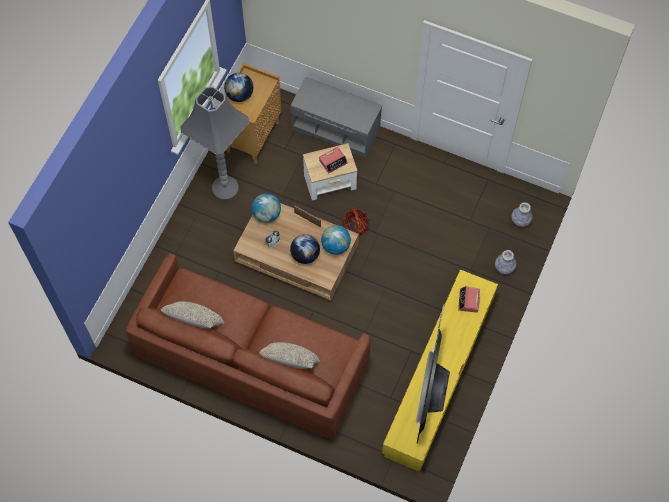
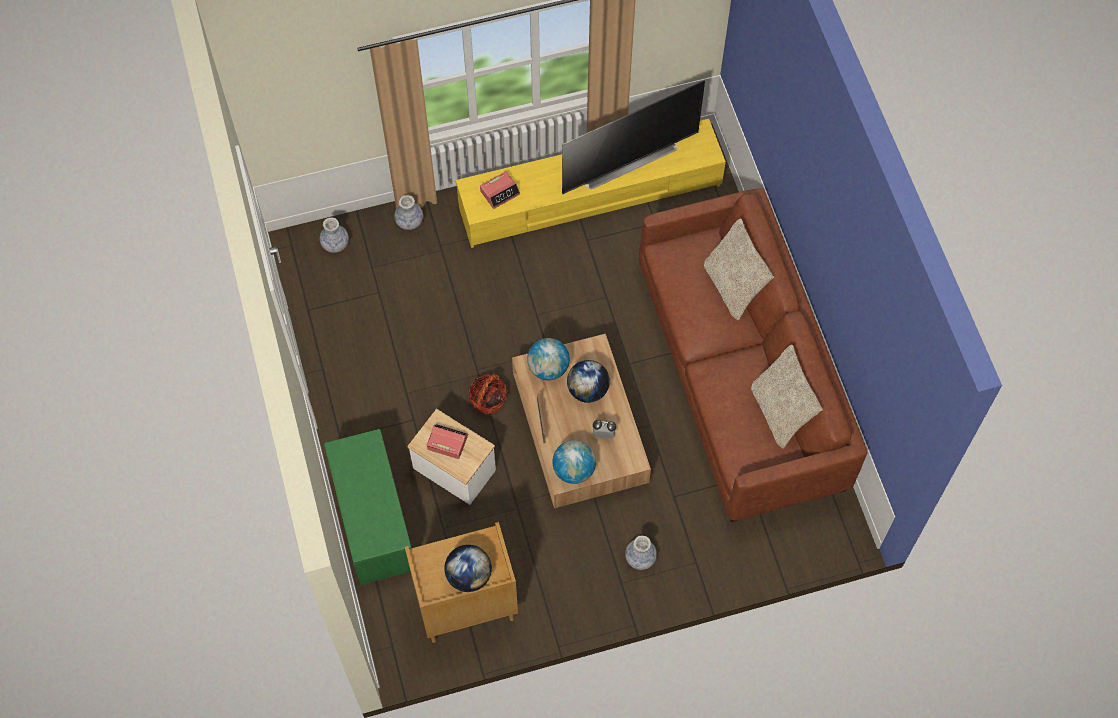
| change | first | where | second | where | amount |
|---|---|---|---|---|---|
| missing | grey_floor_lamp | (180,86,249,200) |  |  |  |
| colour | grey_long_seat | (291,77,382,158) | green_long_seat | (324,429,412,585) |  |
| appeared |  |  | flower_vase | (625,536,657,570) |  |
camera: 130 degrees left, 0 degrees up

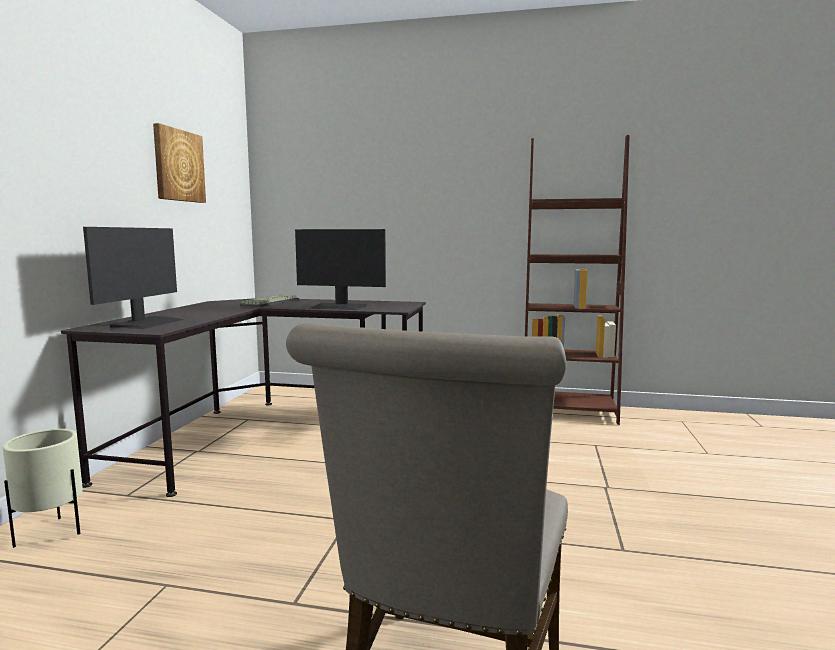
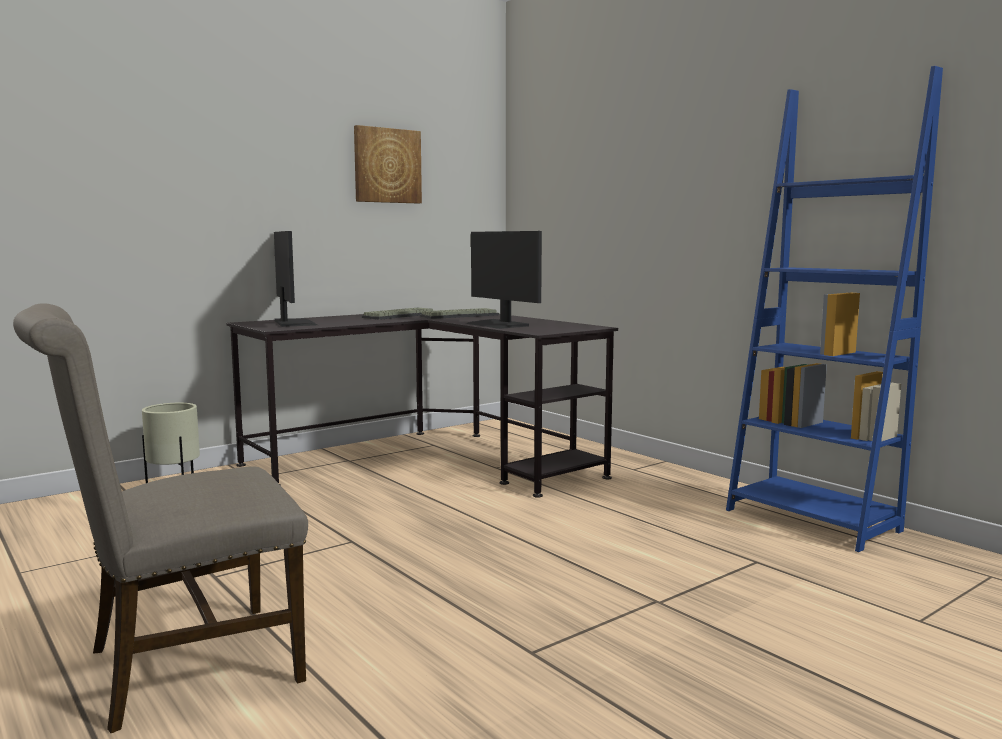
| change | first | where | second | where | amount |
|---|---|---|---|---|---|
| spun | monitor | (83,227,184,329) |  | (274,231,317,327) | 75 degrees counterclockwise |
| colour | brownish_bookshelf | (525,135,630,425) | blue_bookshelf | (726,66,943,552) |  |
| appeared |  |  | keyboard | (362,308,433,320) |  |
camera: 40 degrees right, 0 degrees up

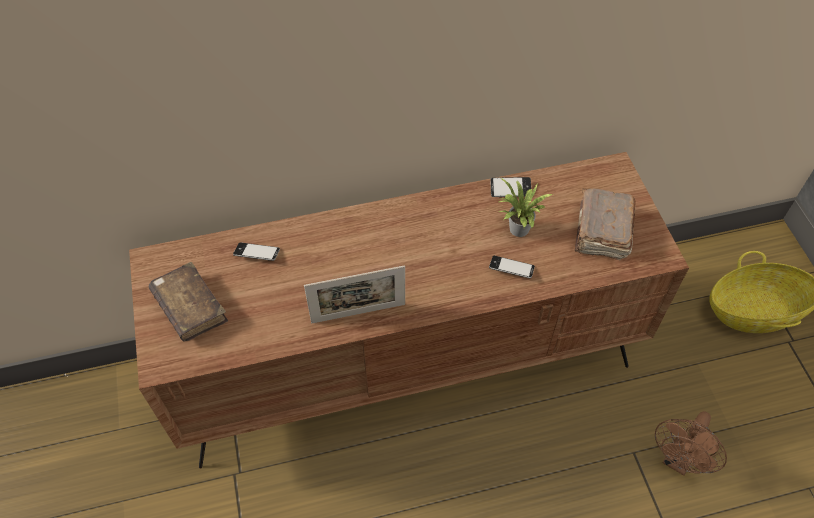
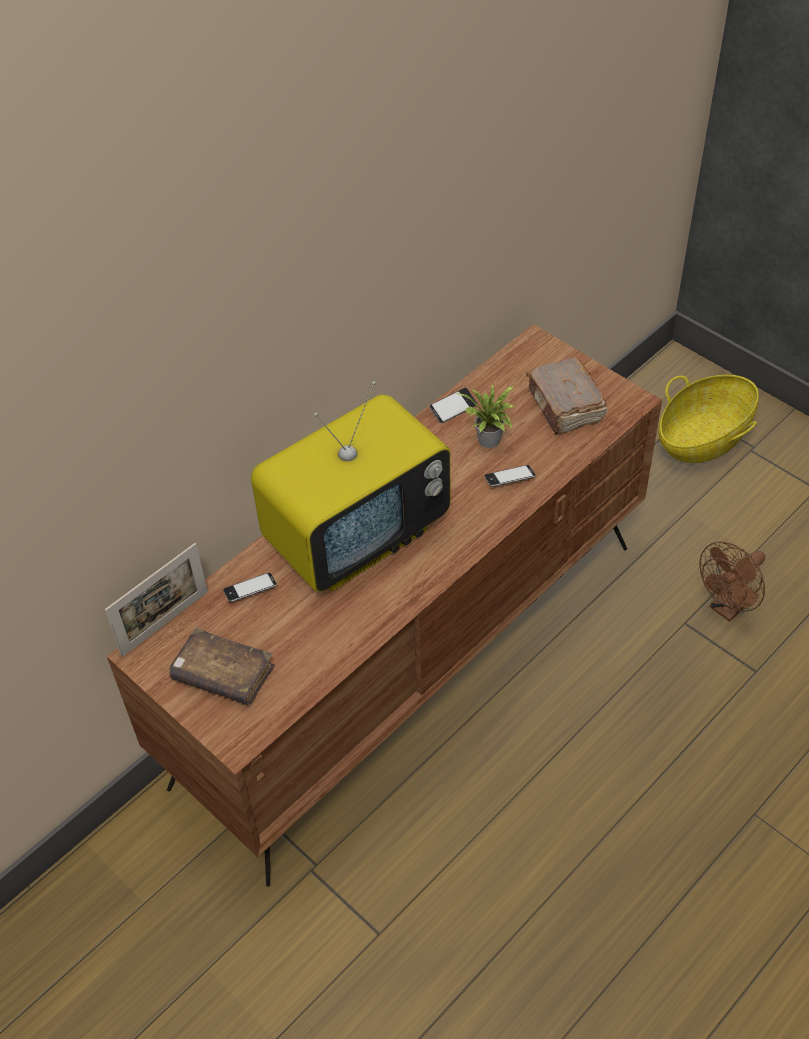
| change | first | where | second | where | amount |
|---|---|---|---|---|---|
| relocated | picture_frame | (304,266,405,323) |  | (105,543,208,657) |  |
| spun | brownish_fan | (655,411,727,476) |  | (700,541,765,622) | 45 degrees clockwise |
| appeared |  |  | television | (251,381,450,592) |  |
camera: 30 degrees left, 5 degrees down

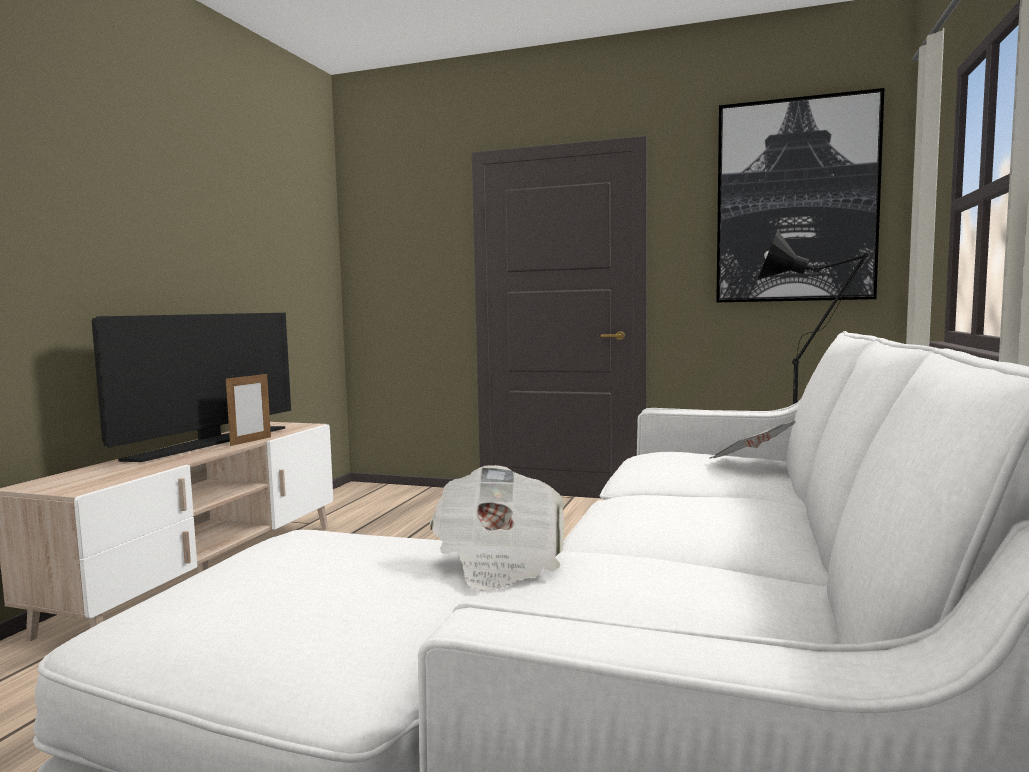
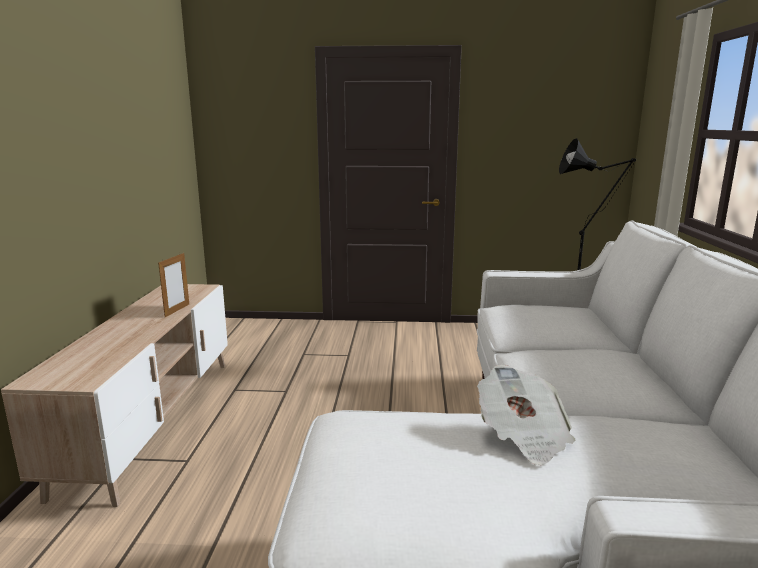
| change | first | where | second | where | amount |
|---|---|---|---|---|---|
| missing | television | (92,313,291,462) |  |  |  |
| missing | printed_paper | (709,420,795,459) |  |  |  |
| missing | wall_art | (716,88,885,302) |  |  |  |
camera: 15 degrees left, 10 degrees up

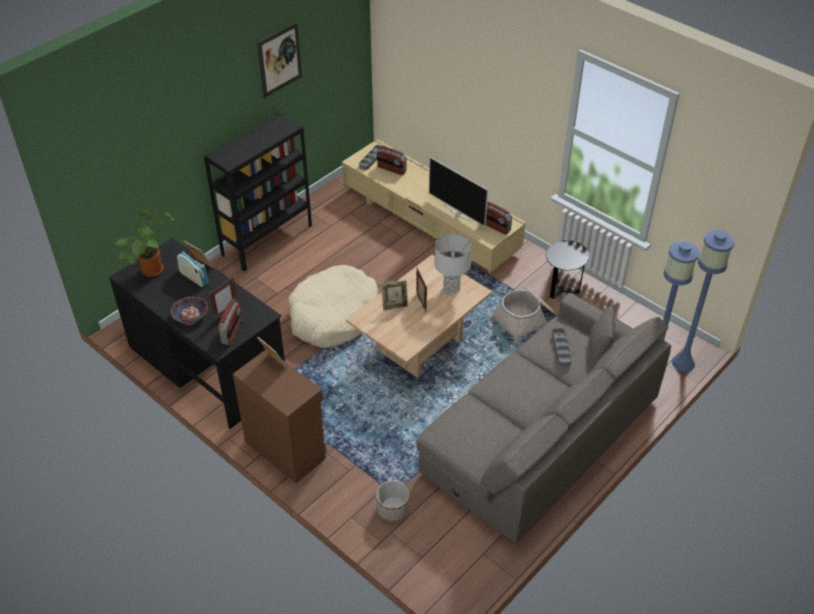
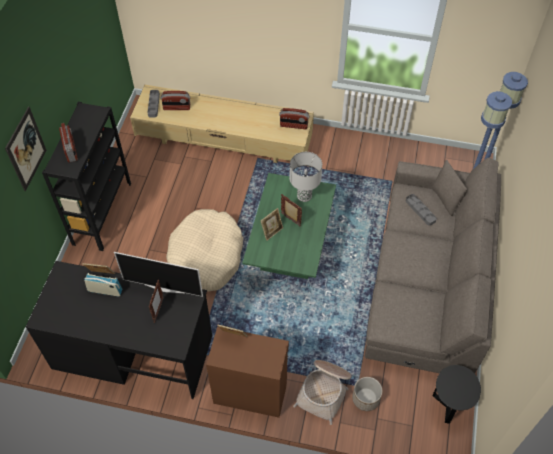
| change | first | where | second | where | amount |
|---|---|---|---|---|---|
| missing | plant_in_a_pot | (115,210,174,277) |  |  |  |
| missing | serving_bowl | (171,297,208,325) |  |  |  |
| relocated | radio | (218,299,243,345) |  | (59,123,78,163) |  |
| relocated | wall_art | (257,22,302,98) |  | (5,107,47,191) |  |
| colour | beige-coloured_coffee_table | (346,255,492,378) | green_coffee_table | (242,173,336,279) |  |
| relocated | television | (429,157,488,227) |  | (114,252,203,297) |  |
| relocated | storage_basket | (490,287,556,343) |  | (293,360,352,425) |  |
| relocated | black_accent_table | (545,240,589,299) |  | (433,365,481,424) |  |
camera: 30 degrees left, 10 degrees up

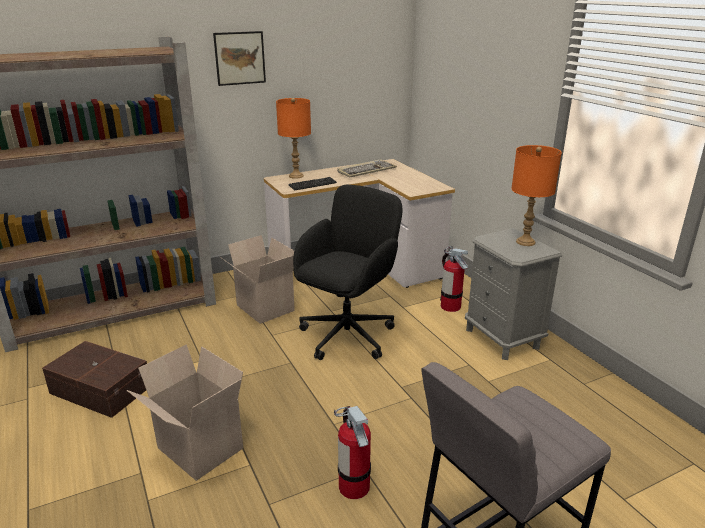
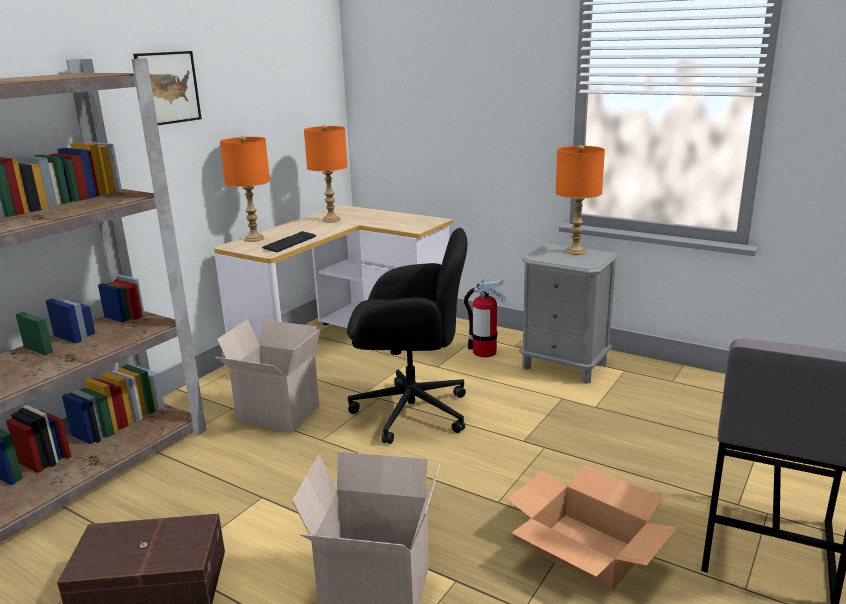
| change | first | where | second | where | amount |
|---|---|---|---|---|---|
| spun | black_desk_chair | (293,185,402,360) |  | (347,228,467,444) | 90 degrees clockwise |
| exchanged | extinguisher | (334,406,371,499) | carton | (507,464,678,591) |  |
| exchanged | keyboard | (337,160,397,177) | orange_lamp_for_a_table | (304,125,348,223) |  |
camera: 30 degrees left, 5 degrees down

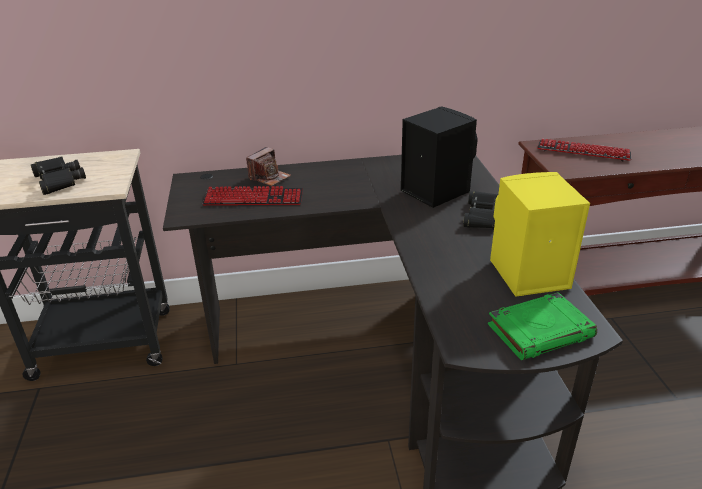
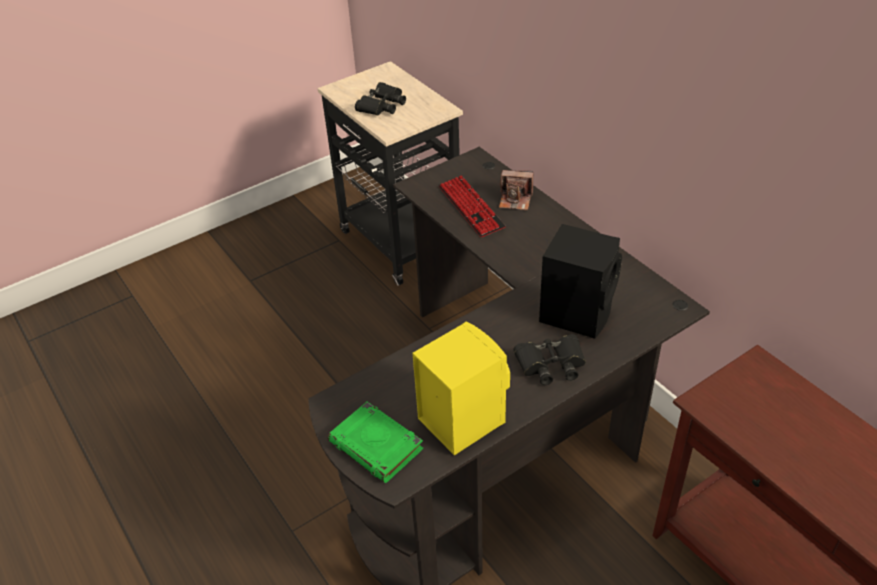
| change | first | where | second | where | amount |
|---|---|---|---|---|---|
| missing | keyboard | (537,139,631,162) |  |  |  |
camera: 65 degrees right, 10 degrees up

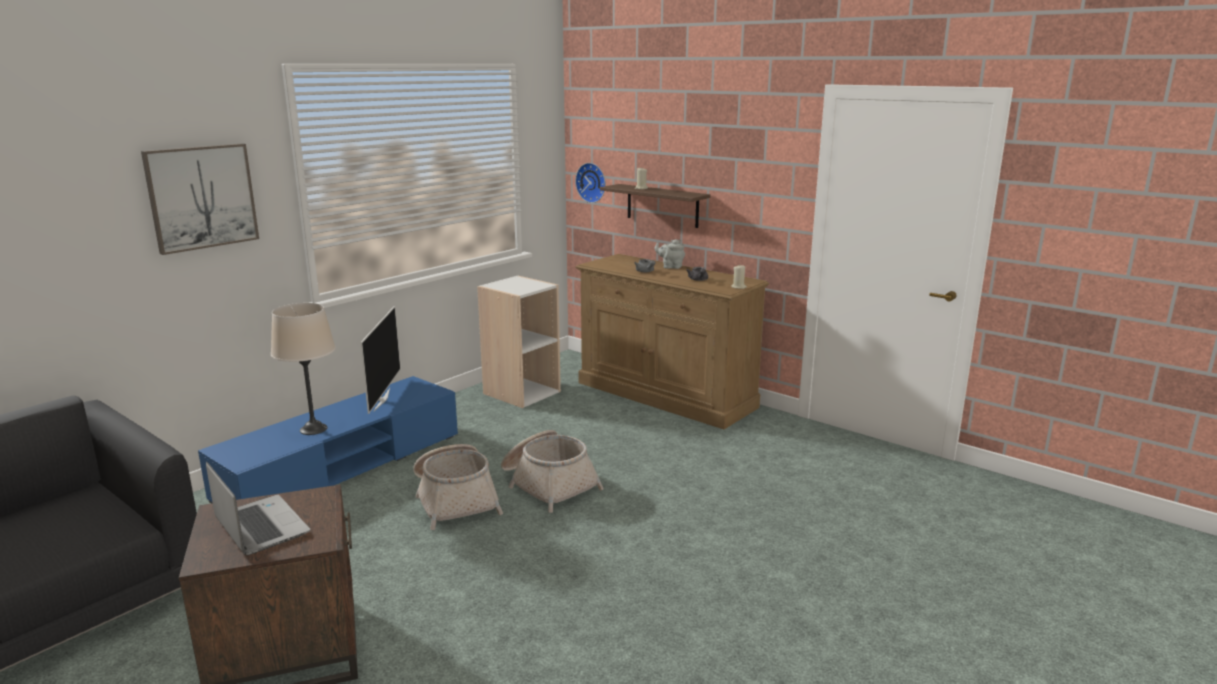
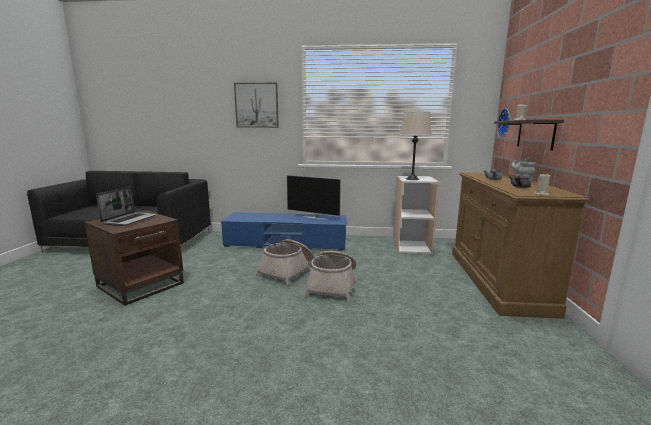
| change | first | where | second | where | amount |
|---|---|---|---|---|---|
| relocated | beige-coloured_lamp_for_a_table | (271,303,336,435) |  | (400,112,432,180) |  |
| spun | television | (360,306,401,414) |  | (286,175,341,220) | 60 degrees clockwise |
camera: 55 degrees right, 5 degrees down

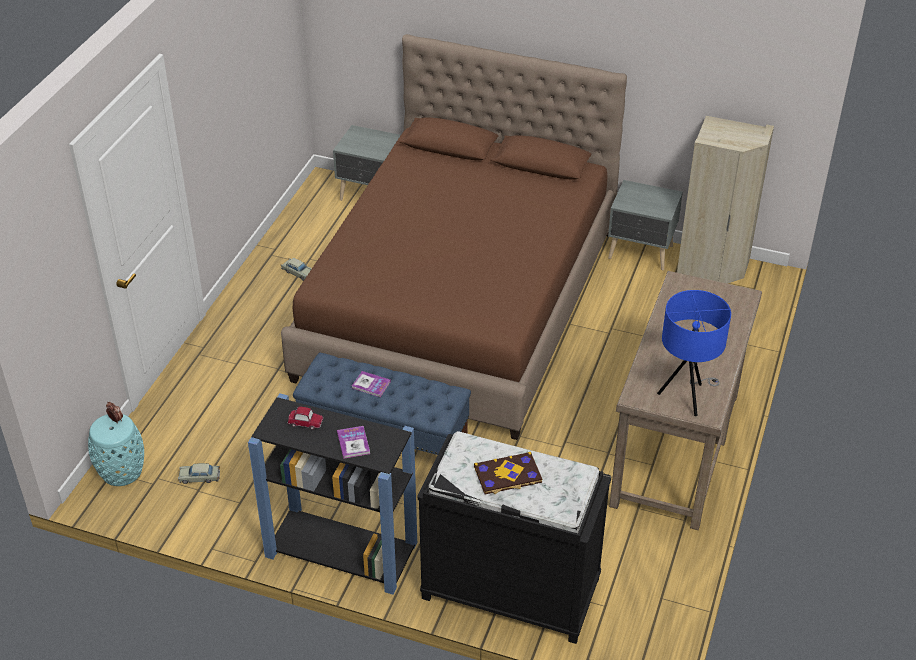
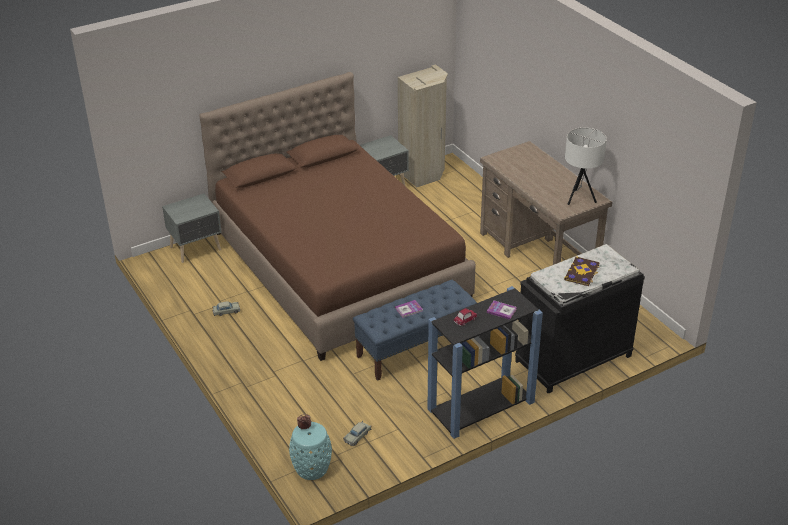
| change | first | where | second | where | amount |
|---|---|---|---|---|---|
| colour | blue_lamp_for_a_table | (657,290,731,416) | white_lamp_for_a_table | (565,127,607,205) |  |
camera: 50 degrees left, 5 degrees down

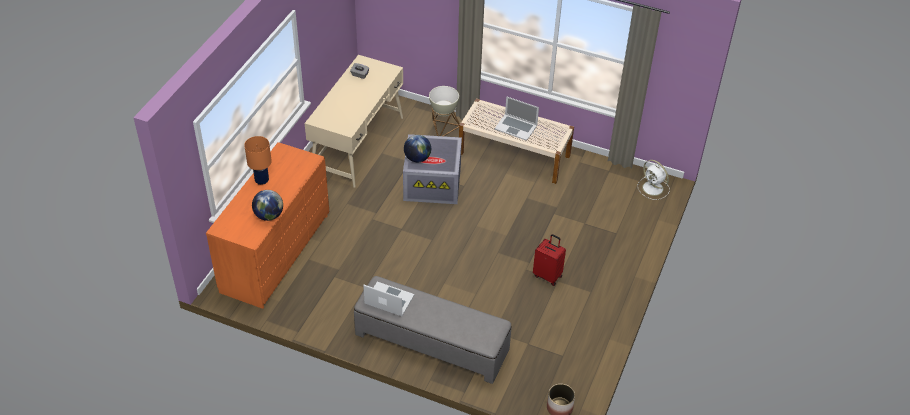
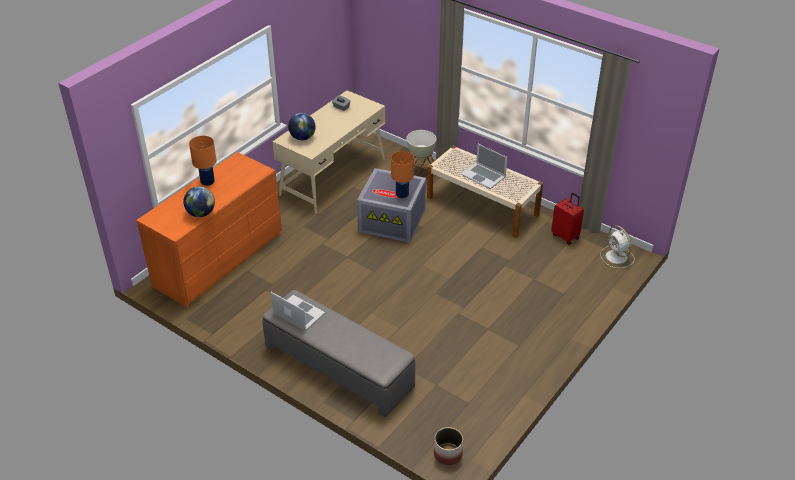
| change | first | where | second | where | amount |
|---|---|---|---|---|---|
| relocated | desk_globe | (404,135,431,162) |  | (288,113,316,140) |  |
| relocated | red-coloured_travel_case | (533,234,566,286) |  | (551,193,584,245) |  |
| appeared |  |  | orange_lamp_for_a_table | (391,151,414,198) |  |
camera: 15 degrees right, 5 degrees down

